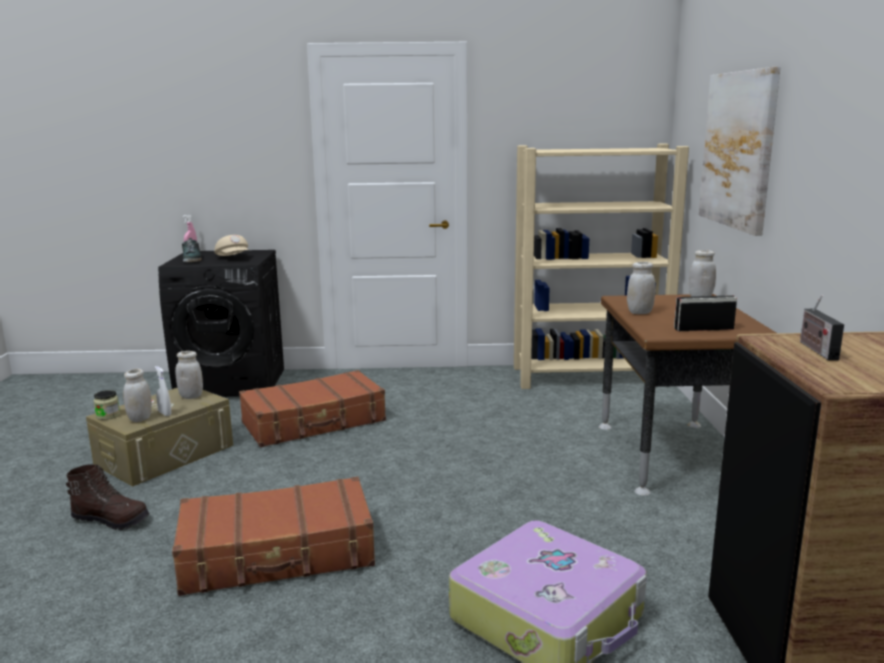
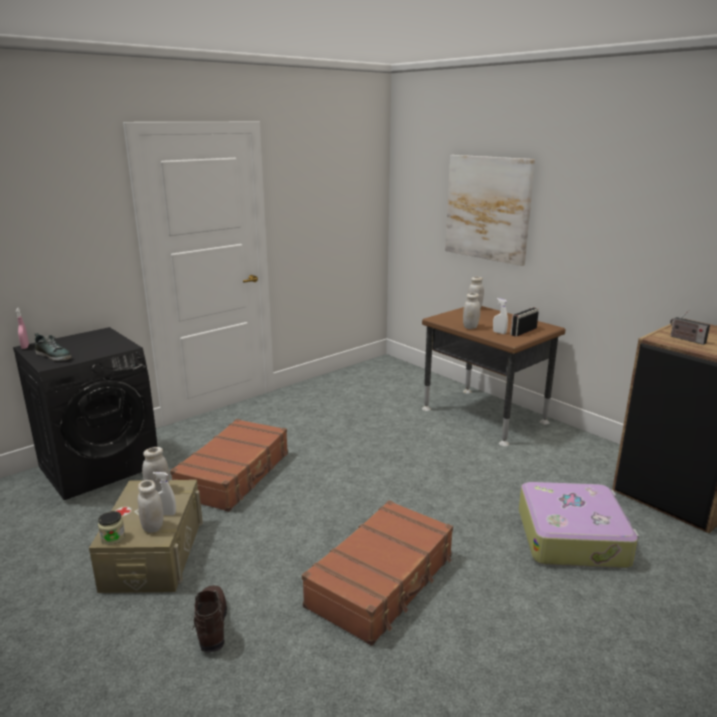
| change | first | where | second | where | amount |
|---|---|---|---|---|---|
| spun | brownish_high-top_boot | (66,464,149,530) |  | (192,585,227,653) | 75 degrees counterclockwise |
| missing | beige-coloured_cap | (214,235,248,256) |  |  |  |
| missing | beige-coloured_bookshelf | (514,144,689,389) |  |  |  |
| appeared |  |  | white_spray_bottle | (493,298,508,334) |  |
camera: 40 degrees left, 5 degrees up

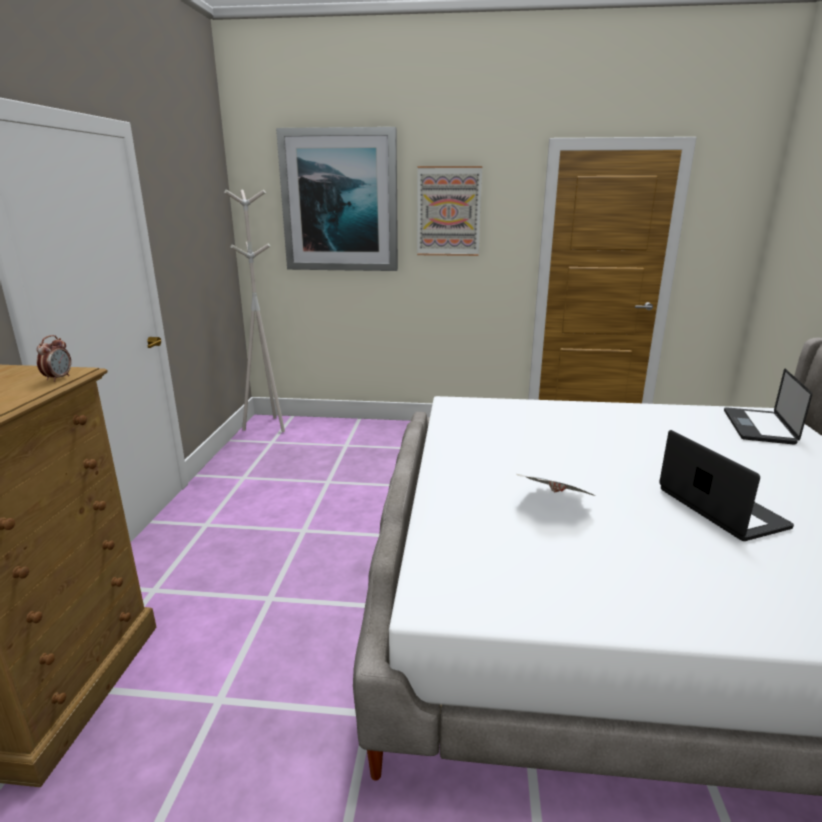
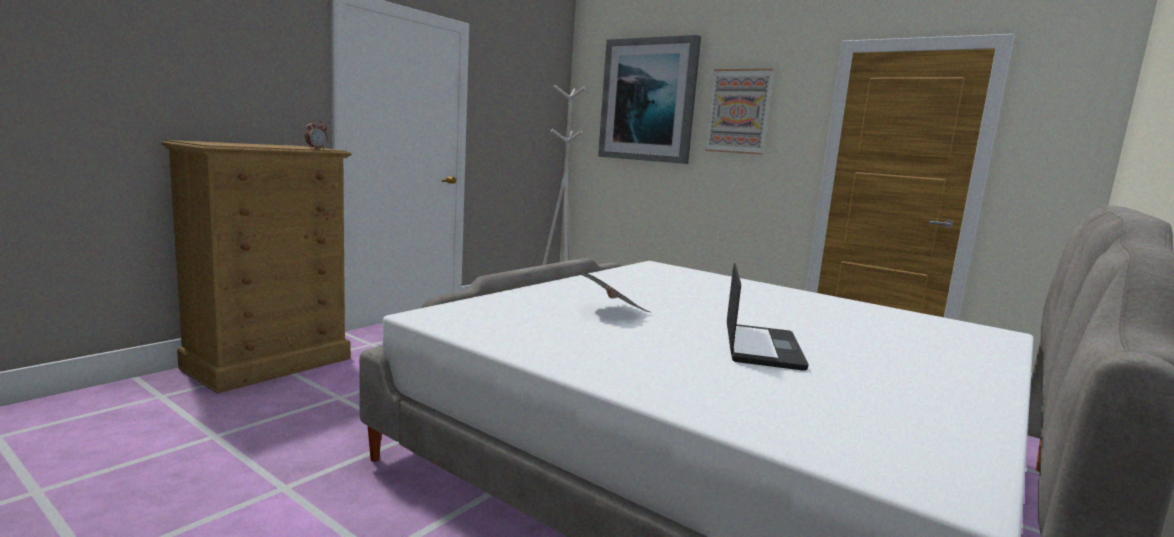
| change | first | where | second | where | amount |
|---|---|---|---|---|---|
| missing | laptop | (724,369,812,444) |  |  |  |
camera: 30 degrees right, 10 degrees down

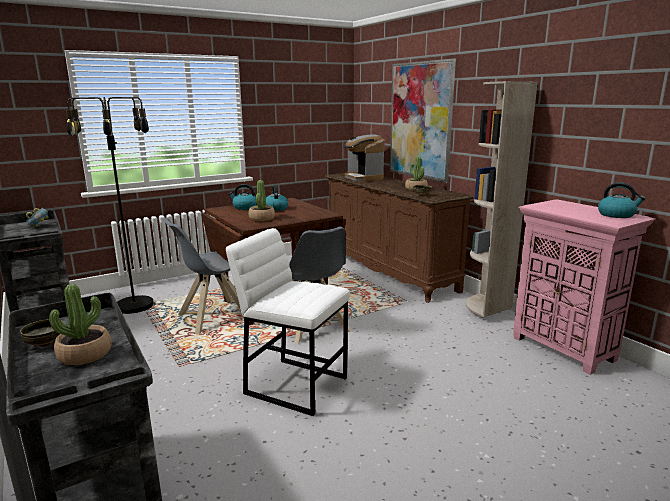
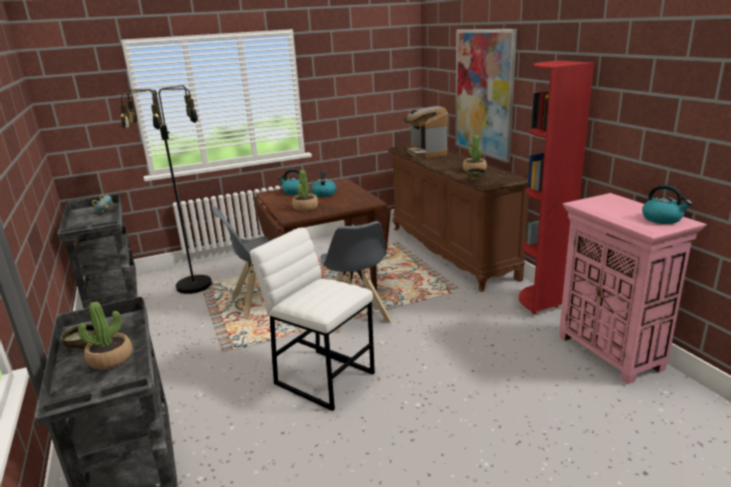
| change | first | where | second | where | amount |
|---|---|---|---|---|---|
| colour | beige-coloured_bookshelf | (466,81,538,320) | red-coloured_bookshelf | (519,60,594,314) |  |
camera: 10 degrees right, 5 degrees up

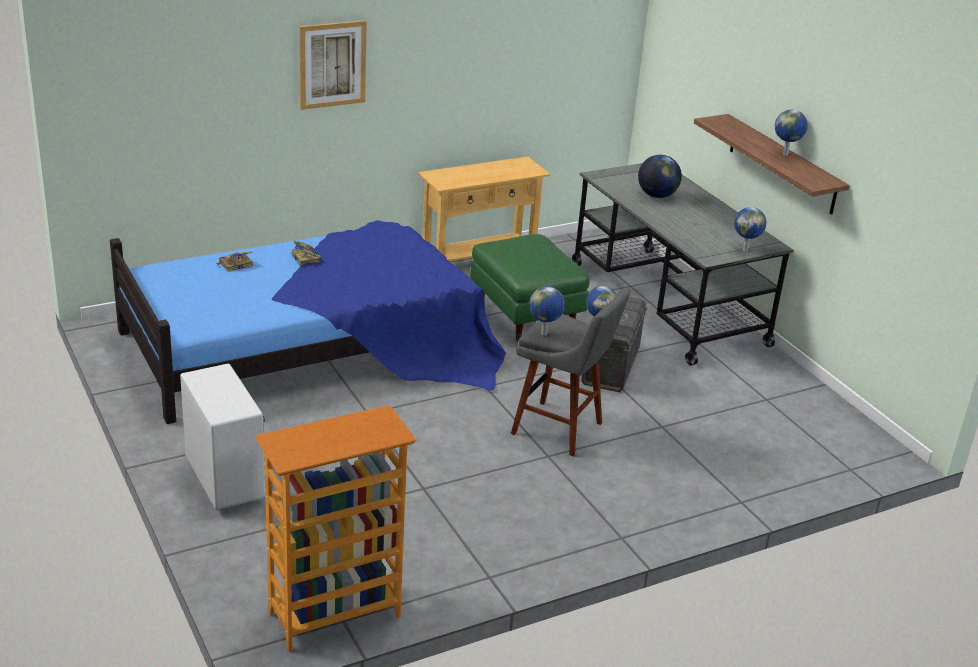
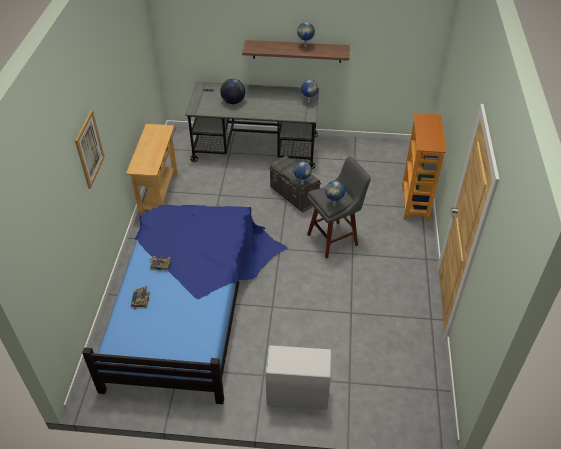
| change | first | where | second | where | amount |
|---|---|---|---|---|---|
| relocated | bookshelf | (255,405,416,651) |  | (402,113,446,221) |  |
| missing | green_ottoman | (470,234,590,341) |  |  |  |
camera: 55 degrees left, 15 degrees up

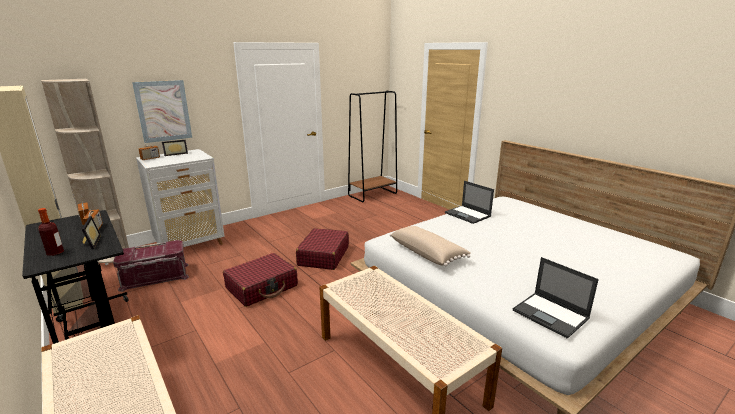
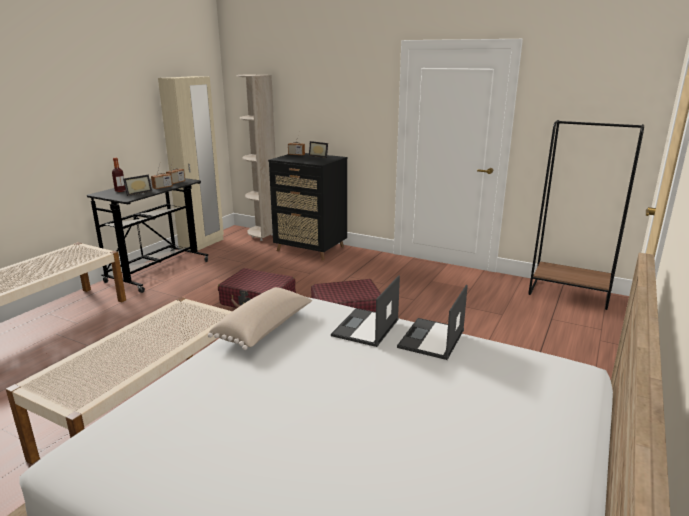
| change | first | where | second | where | amount |
|---|---|---|---|---|---|
| missing | red-coloured_storage_container | (113,240,189,292) |  |  |  |
| missing | wall_art | (132,80,192,143) |  |  |  |
| colour | white_dresser | (136,149,225,247) | black_dresser | (268,153,347,260) |  |
| relocated | laptop | (513,257,599,339) |  | (331,275,400,347) |  |
camera: 65 degrees right, 0 degrees up

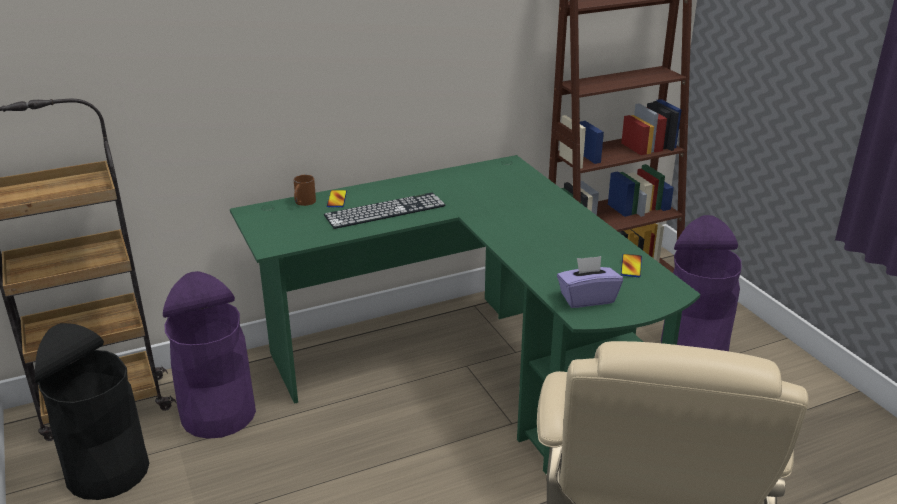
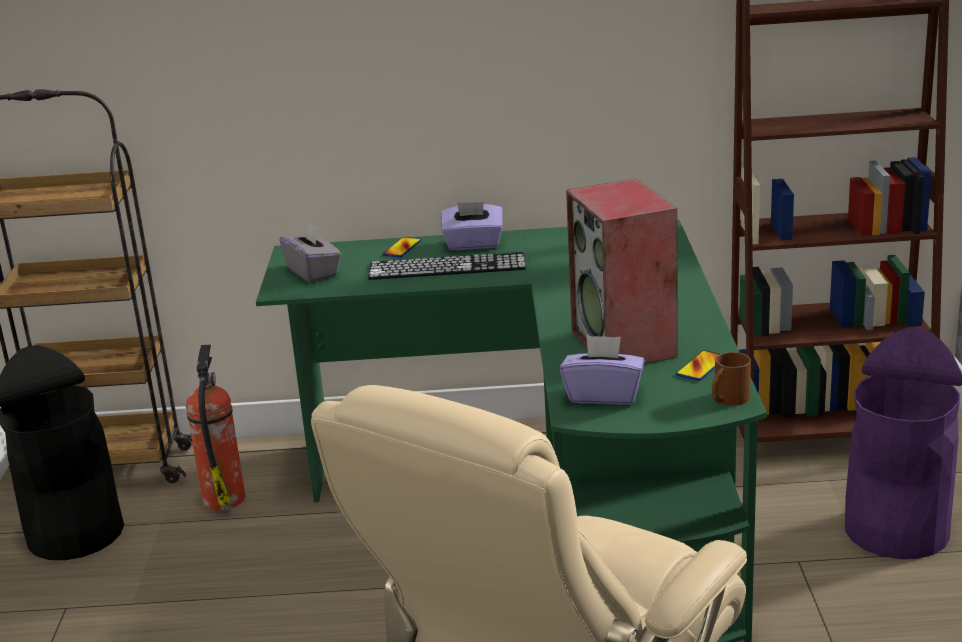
| change | first | where | second | where | amount |
|---|---|---|---|---|---|
| exchanged | purple-coloured_rubbish_bin | (163,271,256,439) | extinguisher | (186,344,245,510) |  |
| relocated | brownish_tea_mug | (294,175,316,206) |  | (712,352,751,406) |  |
| appeared |  |  | grey_box_of_tissues | (279,222,341,283) |  |
| appeared |  |  | purple-coloured_box_of_tissues | (441,202,503,250) |  |
| appeared |  |  | audio_speaker | (566,179,677,364) |  |
camera: 25 degrees right, 5 degrees down

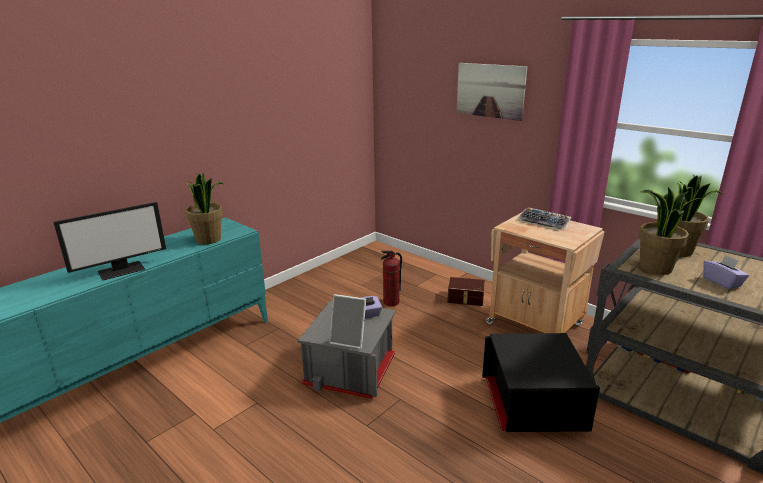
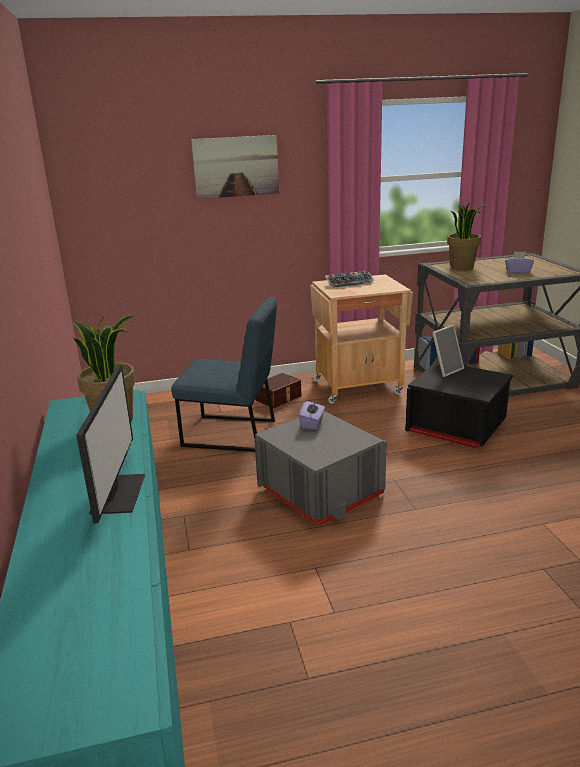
| change | first | where | second | where | amount |
|---|---|---|---|---|---|
| relocated | picture_frame | (329,294,366,349) |  | (430,325,464,377) |  |
| exchanged | extinguisher | (381,251,402,306) | blue_plain_chair | (171,297,277,452) |  |
| missing | plant_in_a_pot | (638,187,703,275) |  |  |  |
camera: 55 degrees left, 0 degrees up

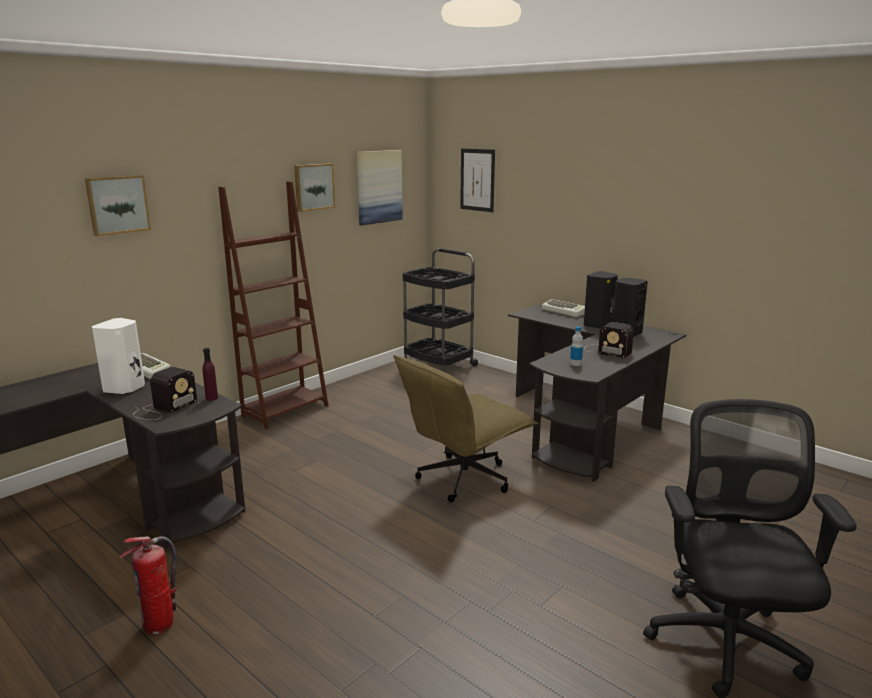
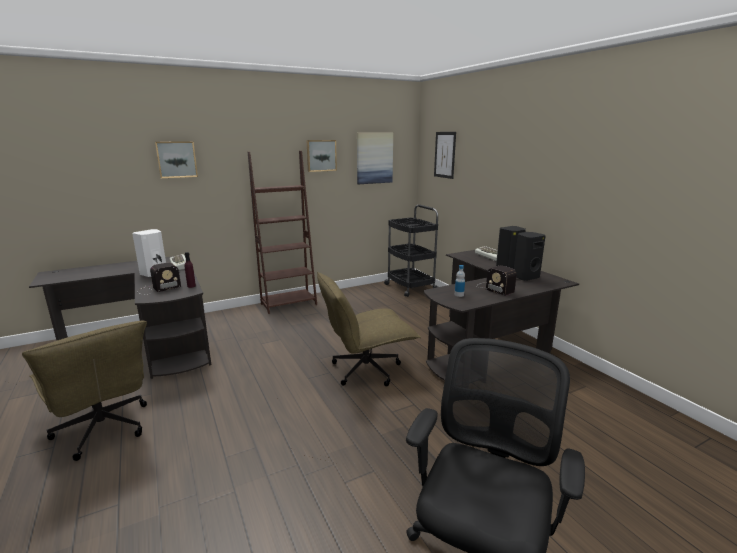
| change | first | where | second | where | amount |
|---|---|---|---|---|---|
| exchanged | extinguisher | (120,536,177,634) | beige-coloured_desk_chair | (22,320,147,461) |  |
camera: 20 degrees right, 0 degrees up

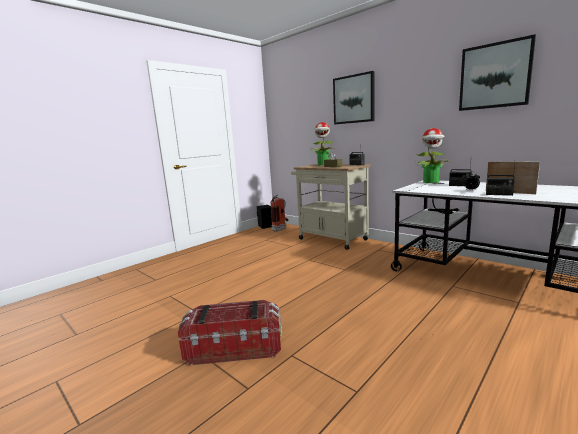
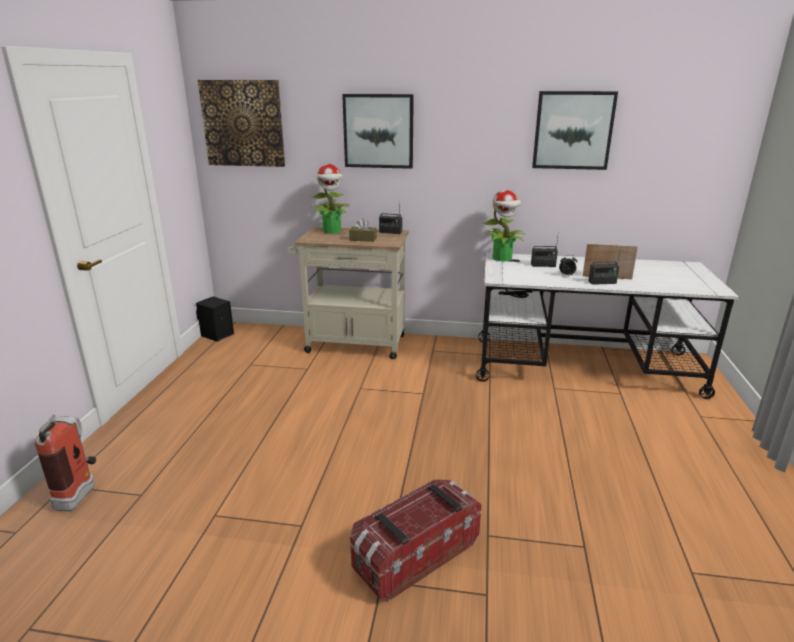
| change | first | where | second | where | amount |
|---|---|---|---|---|---|
| relocated | extinguisher | (270,195,289,232) |  | (35,415,96,511) |  |
| appeared |  |  | wall_art | (198,80,285,167) |  |
camera: 35 degrees left, 10 degrees up

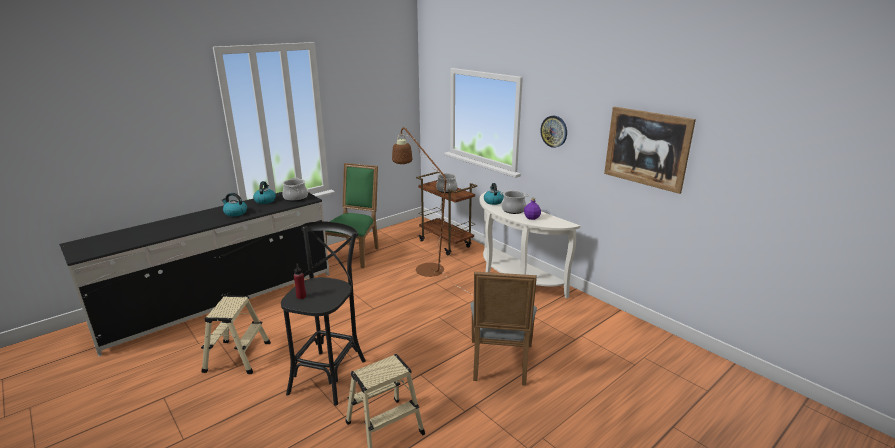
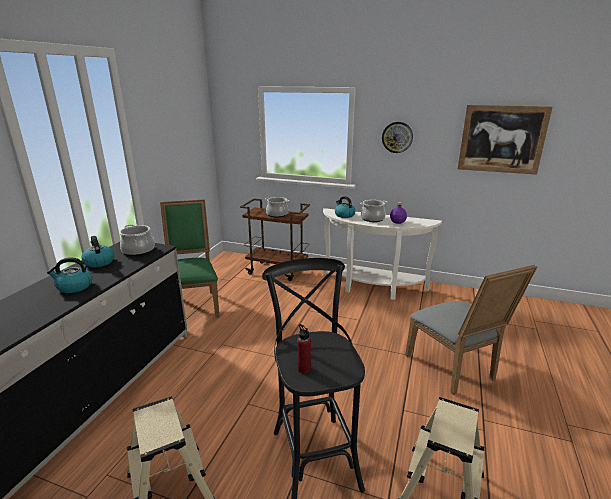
| change | first | where | second | where | amount |
|---|---|---|---|---|---|
| missing | brownish_floor_lamp | (392,127,474,296) |  |  |  |
camera: 30 degrees left, 0 degrees up

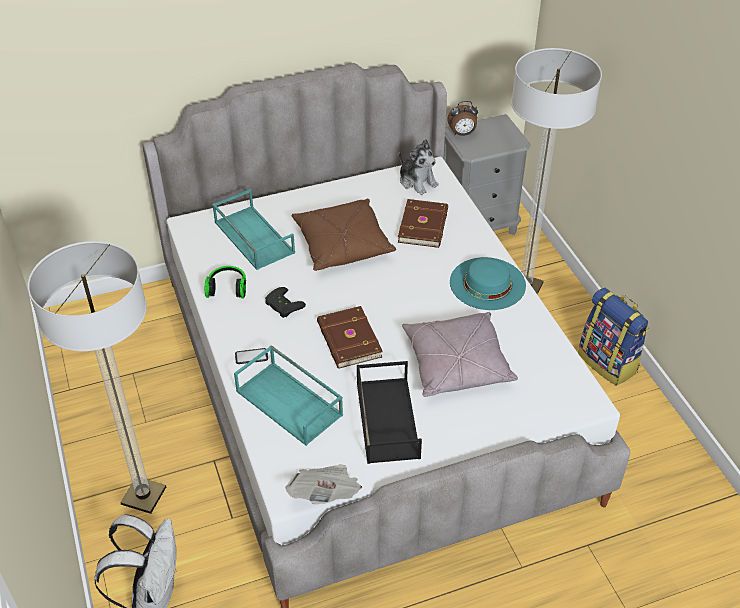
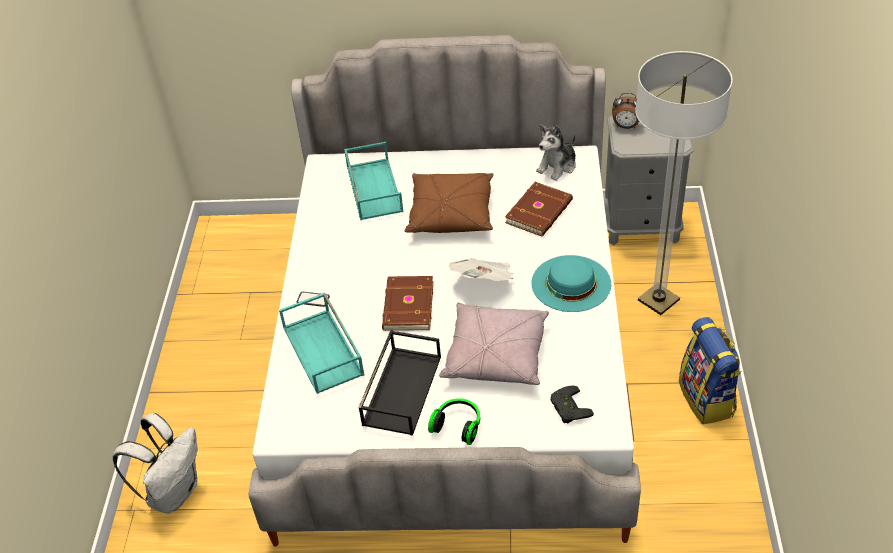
| change | first | where | second | where | amount |
|---|---|---|---|---|---|
| missing | floor_lamp | (28,241,166,514) |  |  |  |
| relocated | pair_of_headphones | (205,266,246,298) |  | (428,398,480,445) |  |
| relocated | black_gamepad | (265,287,306,318) |  | (551,385,594,423) |  |
| relocated | printed_paper | (285,464,362,504) |  | (449,258,513,281) |  |
| spun | cuddly_toy | (399,139,439,195) |  | (536,124,576,181) | 60 degrees clockwise |
camera: 25 degrees right, 0 degrees up

